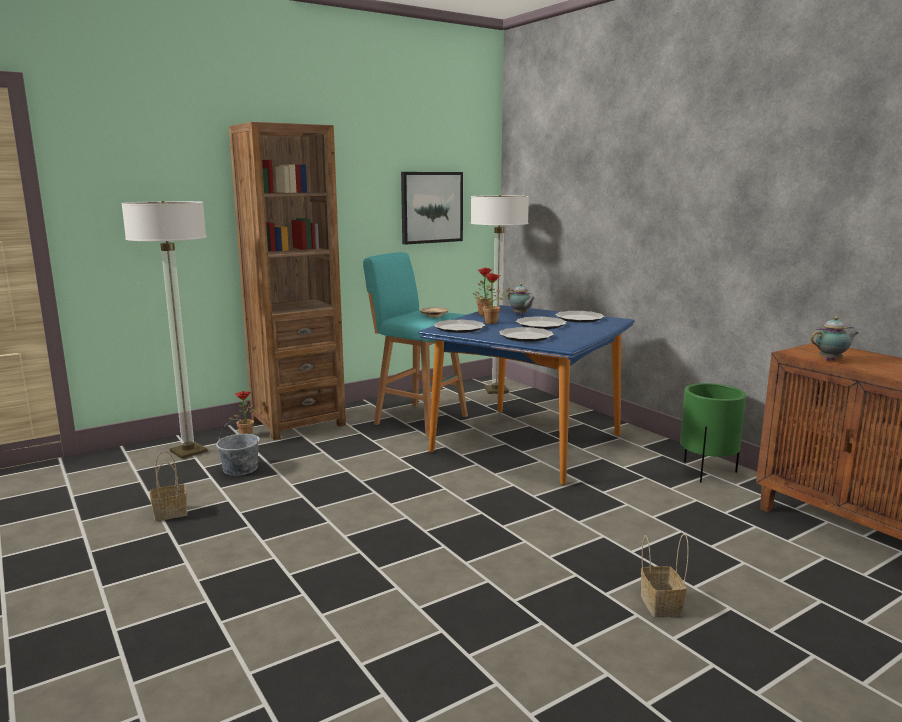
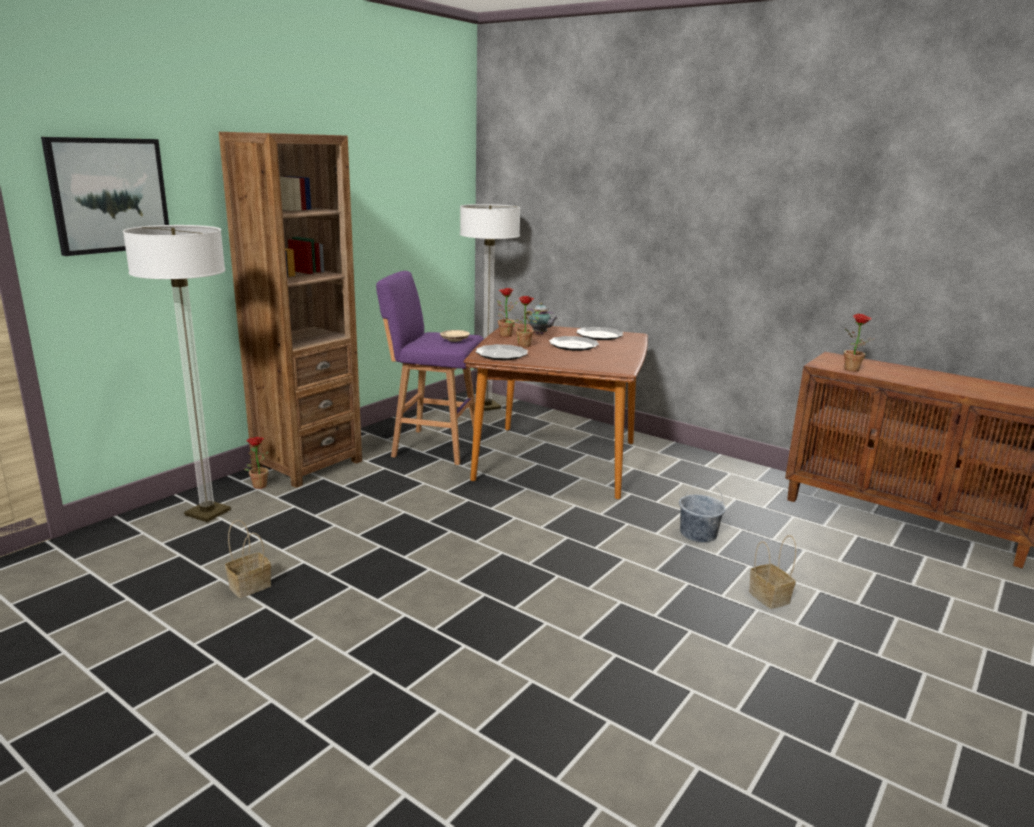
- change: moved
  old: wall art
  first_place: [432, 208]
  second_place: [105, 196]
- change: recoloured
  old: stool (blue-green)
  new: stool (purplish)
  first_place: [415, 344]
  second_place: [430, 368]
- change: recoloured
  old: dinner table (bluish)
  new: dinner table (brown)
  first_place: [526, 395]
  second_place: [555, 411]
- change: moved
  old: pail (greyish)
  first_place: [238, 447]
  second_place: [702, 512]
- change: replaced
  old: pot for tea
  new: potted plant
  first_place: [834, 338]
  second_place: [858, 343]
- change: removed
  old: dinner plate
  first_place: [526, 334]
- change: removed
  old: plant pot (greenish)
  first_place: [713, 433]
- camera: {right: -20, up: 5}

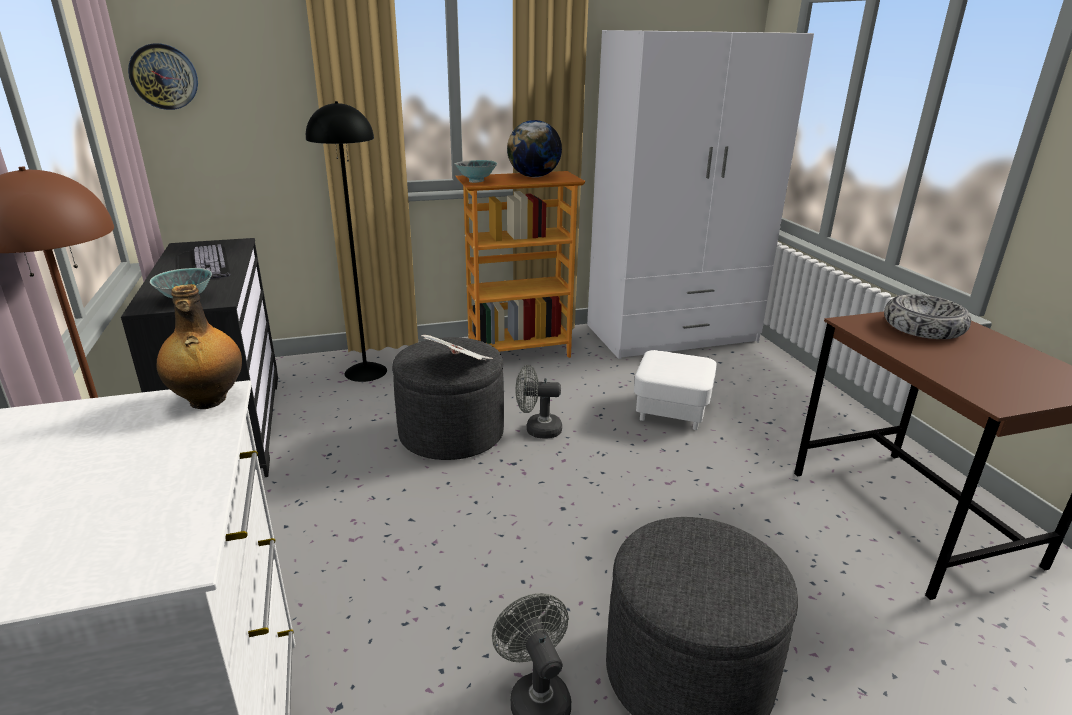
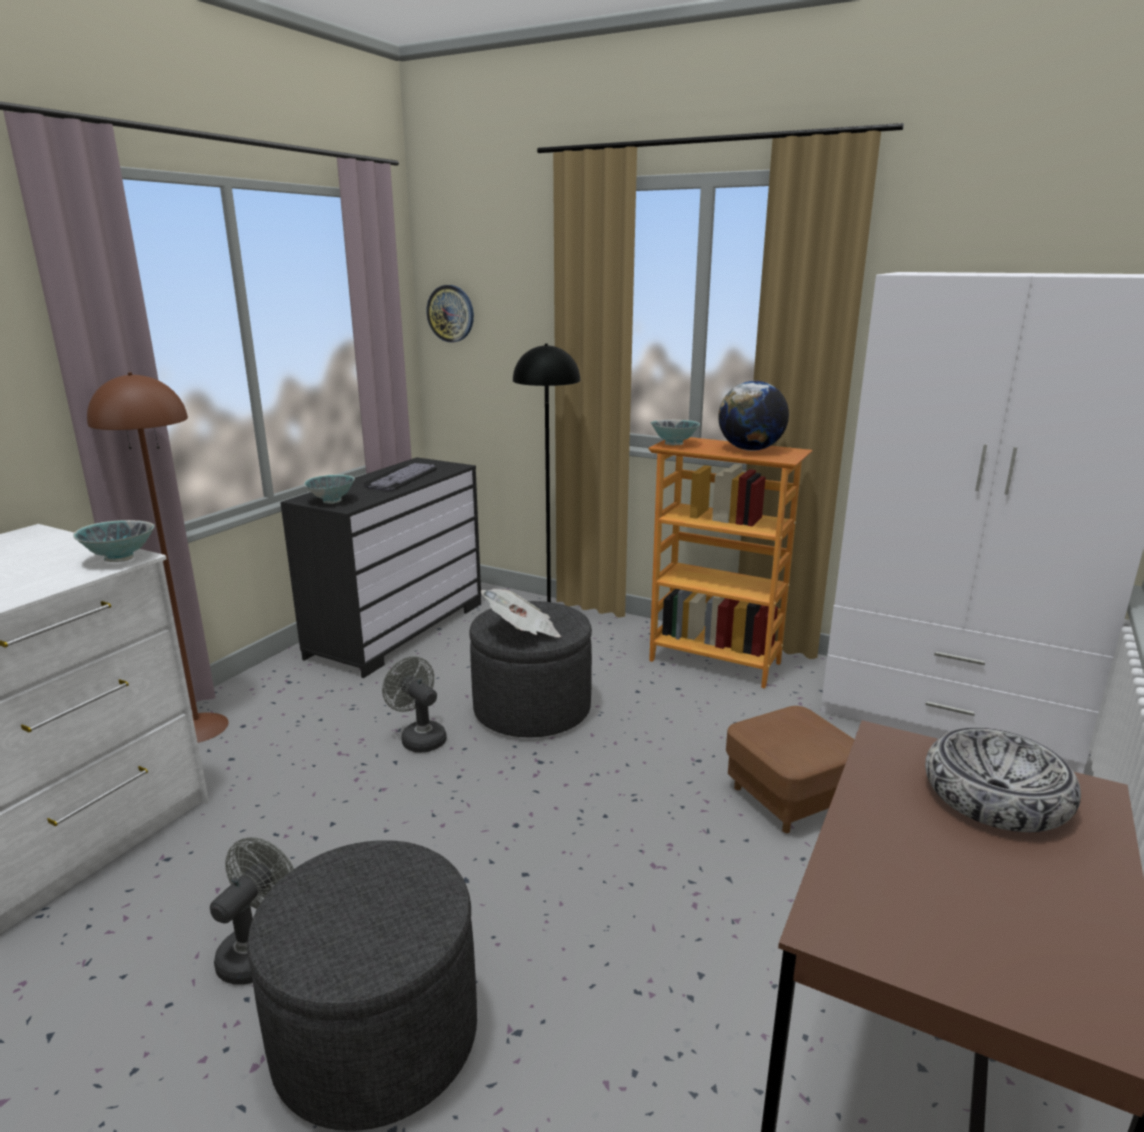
- change: replaced
  old: drink bottle
  new: serving bowl
  first_place: [199, 346]
  second_place: [114, 541]
- change: moved
  old: electric fan (greyish)
  first_place: [539, 402]
  second_place: [414, 704]
- change: recoloured
  old: footrest (white)
  new: footrest (brown)
  first_place: [675, 390]
  second_place: [790, 769]
- camera: {right: 45, up: -5}

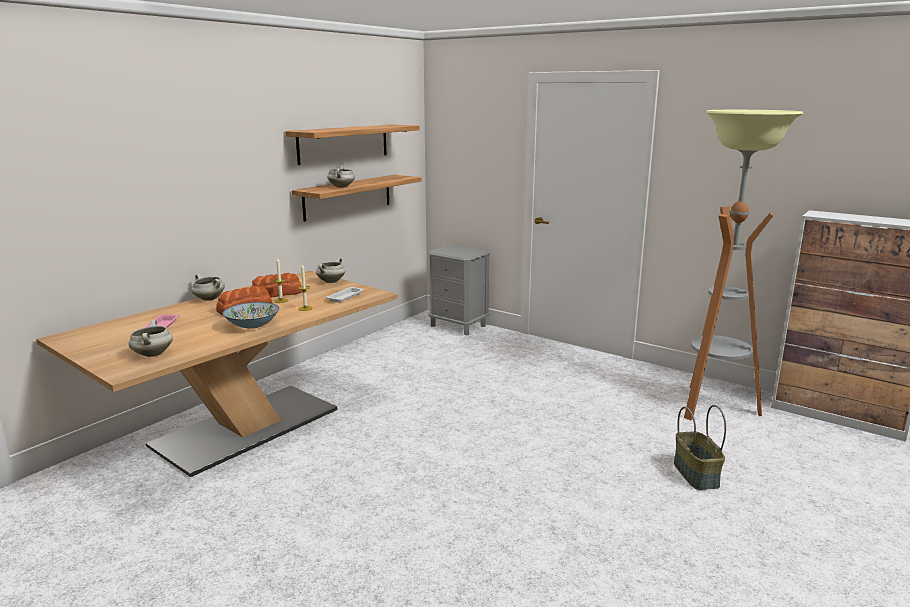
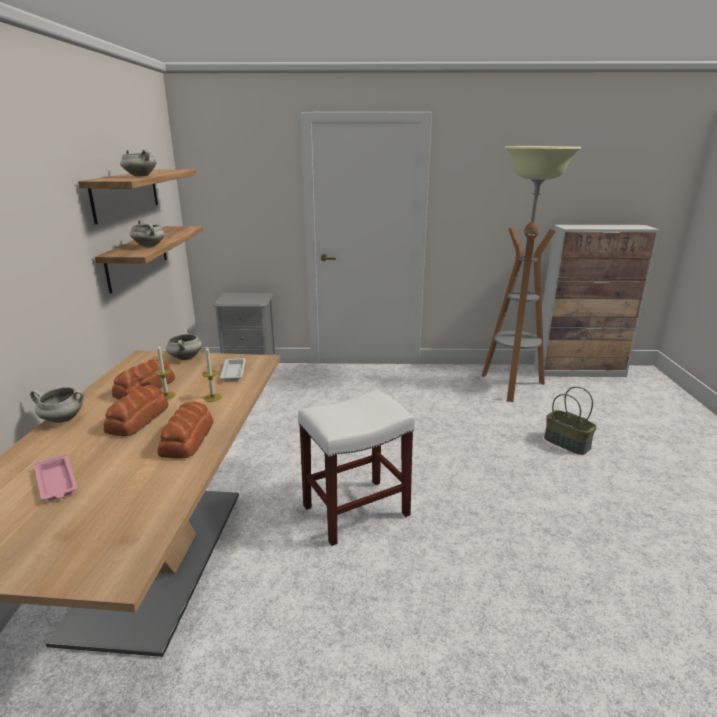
- change: moved
  old: stockpot (white)
  first_place: [151, 338]
  second_place: [138, 163]
- change: replaced
  old: serving bowl
  new: bakery bread
  first_place: [251, 315]
  second_place: [185, 430]
- change: added
  new: stool (white)
  second_place: [356, 468]
- camera: {right: -35, up: 5}

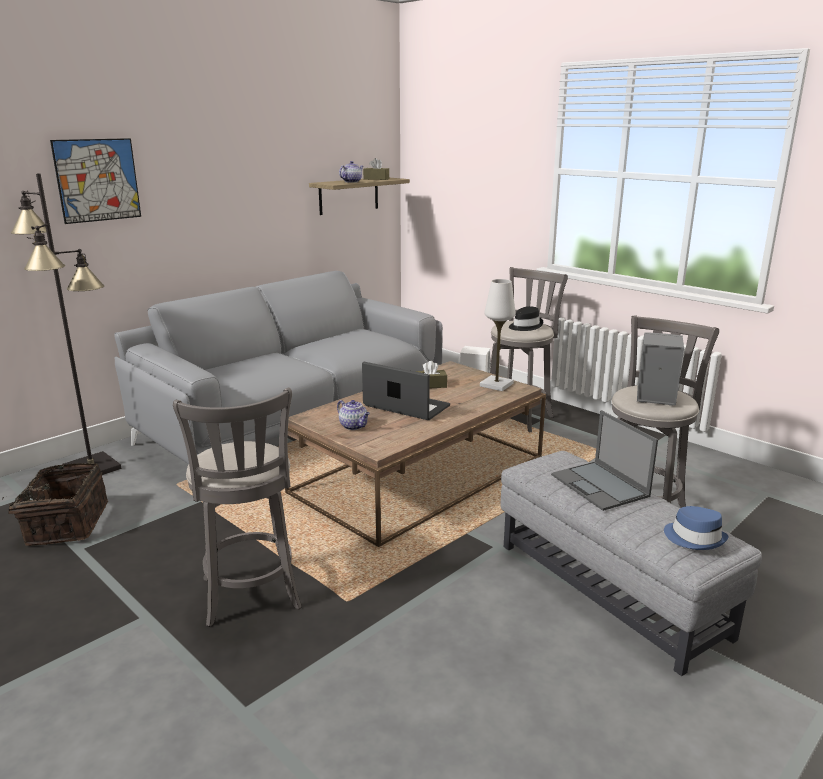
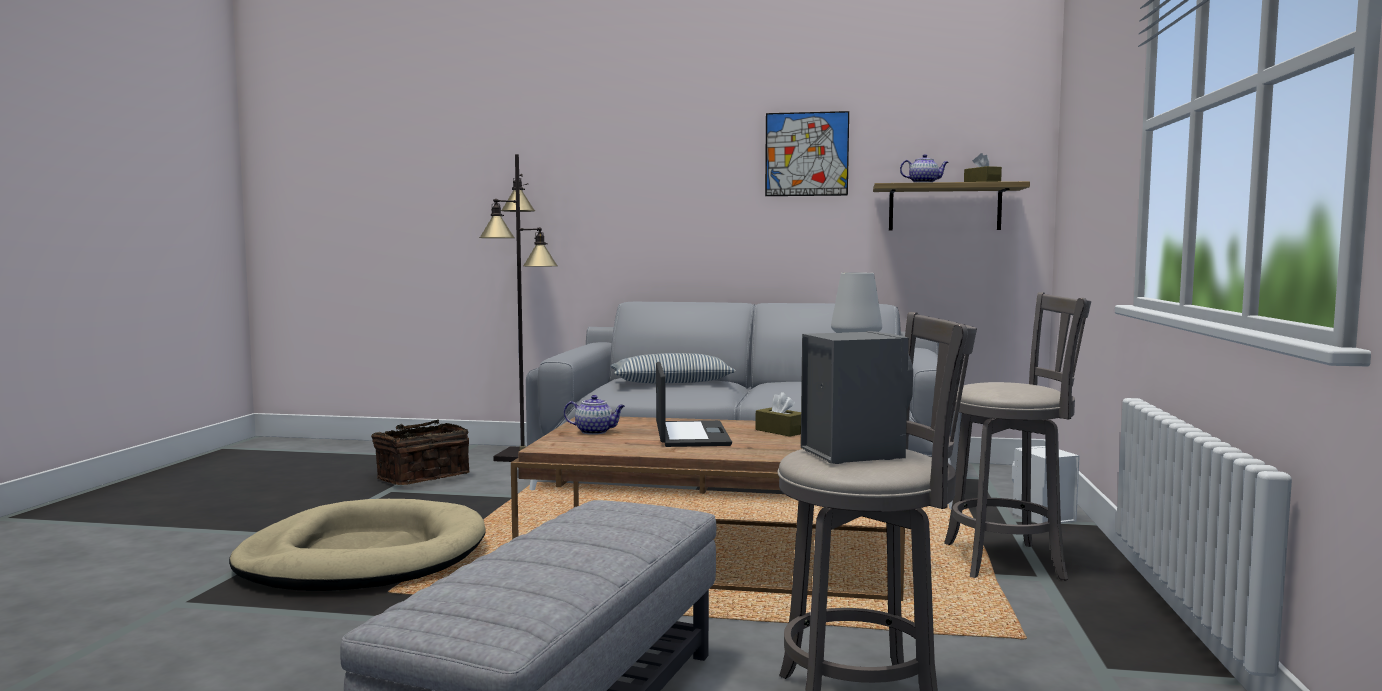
- change: replaced
  old: stool (greyish)
  new: dog cushion (sand-coloured)
  first_place: [237, 507]
  second_place: [357, 545]
- change: turned
  old: pot for tea
  first_place: [353, 415]
  second_place: [594, 415]
  degrees: -90
- change: added
  new: throw pillow
  second_place: [673, 368]
- change: moved
  old: wall art
  first_place: [95, 181]
  second_place: [807, 153]
- change: removed
  old: hat (black)
  first_place: [526, 318]
- change: removed
  old: portable computer
  first_place: [604, 460]
- change: removed
  old: hat (bluish)
  first_place: [696, 528]
- camera: {right: 55, up: -15}

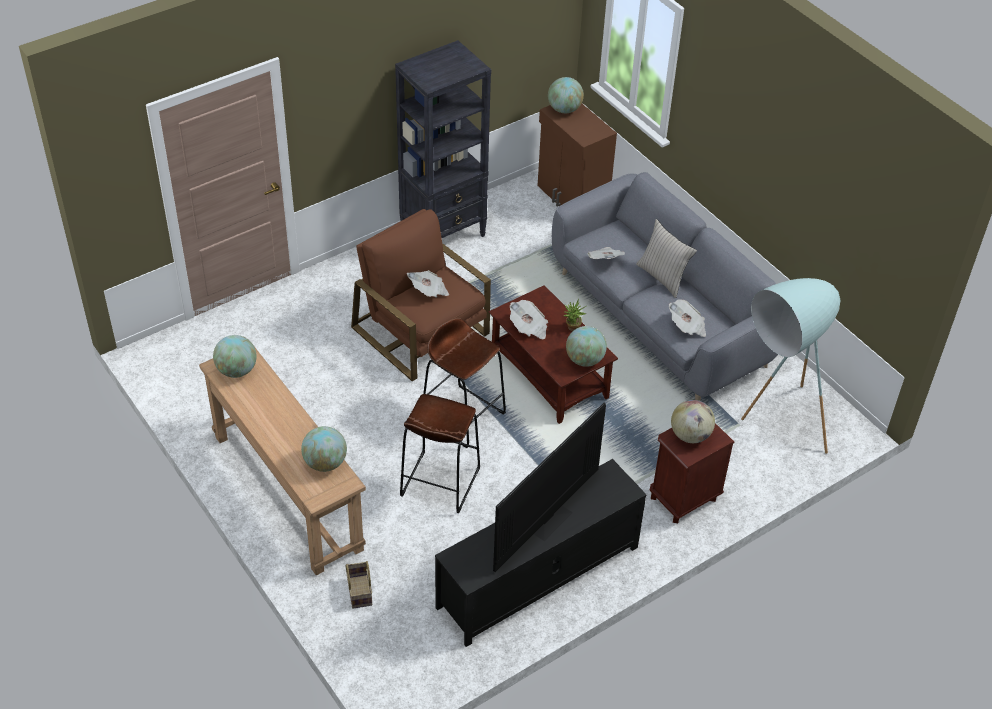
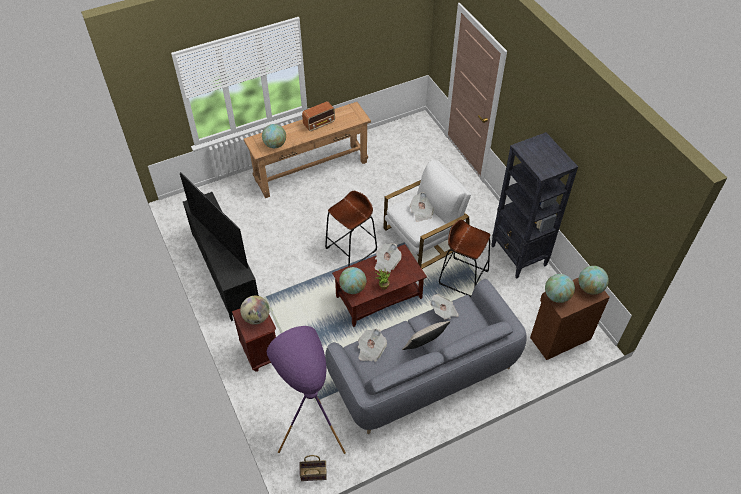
- change: recoloured
  old: floor lamp (blue-green)
  new: floor lamp (purplish)
  first_place: [790, 366]
  second_place: [306, 390]
- change: moved
  old: basket
  first_place: [359, 585]
  second_place: [313, 468]
- change: added
  new: radio set
  second_place: [318, 116]
- change: recoloured
  old: easy chair (brown)
  new: easy chair (white)
  first_place: [421, 295]
  second_place: [427, 214]
- change: moved
  old: stool (brown)
  first_place: [440, 453]
  second_place: [464, 258]
- change: moved
  old: world globe
  first_place: [235, 356]
  second_place: [560, 288]
- camera: {right: 100, up: 5}

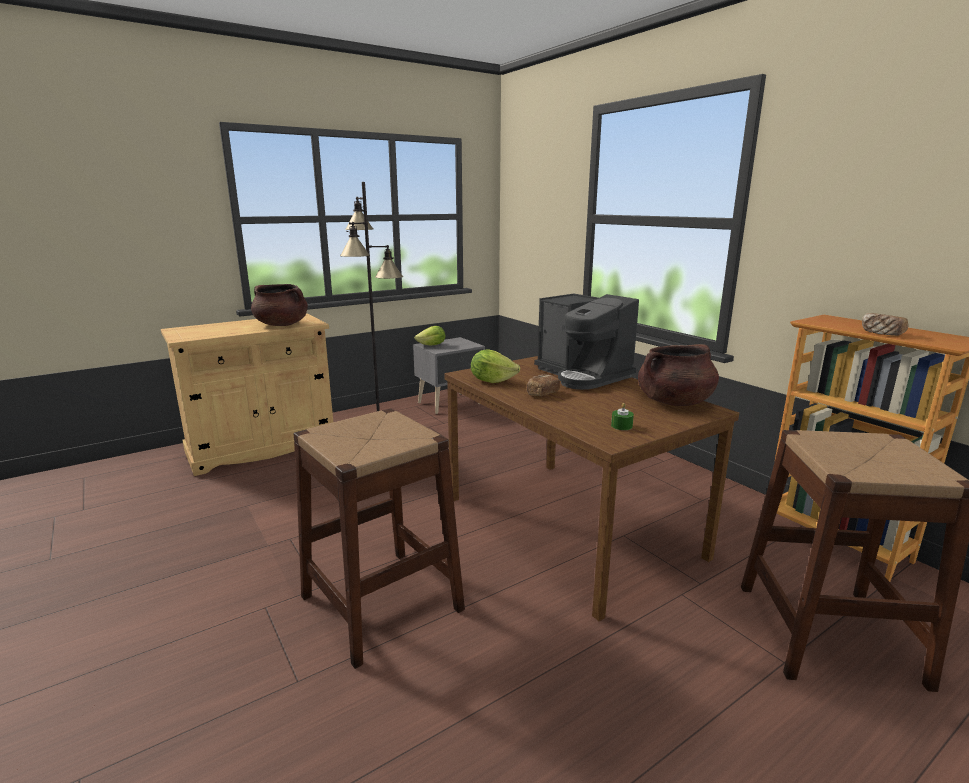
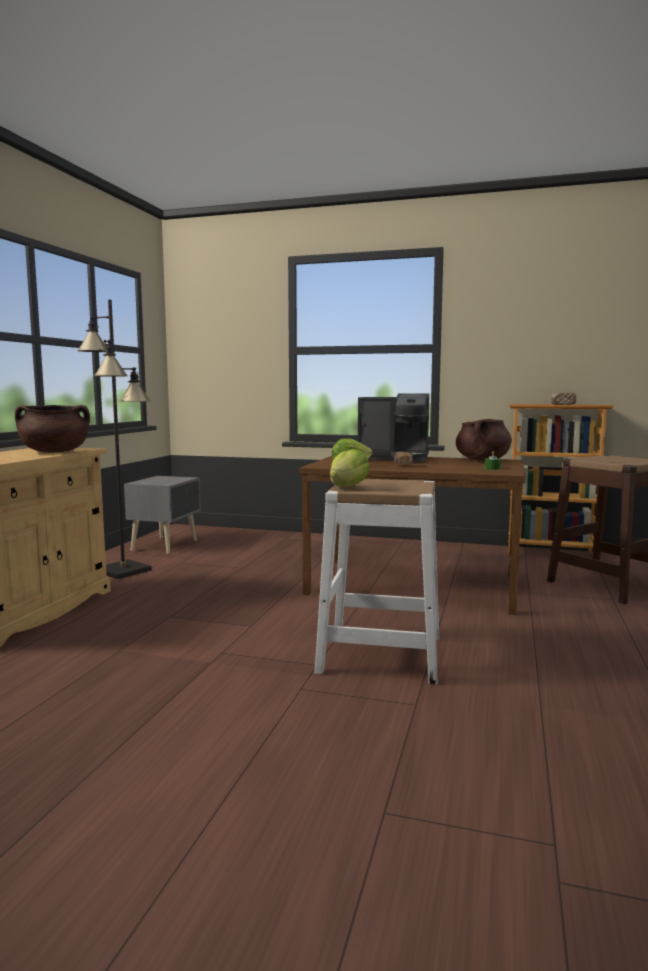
- change: recoloured
  old: stool (brown)
  new: stool (white)
  first_place: [379, 538]
  second_place: [376, 581]
- change: moved
  old: lettuce head
  first_place: [430, 336]
  second_place: [350, 468]
- camera: {right: -40, up: -10}

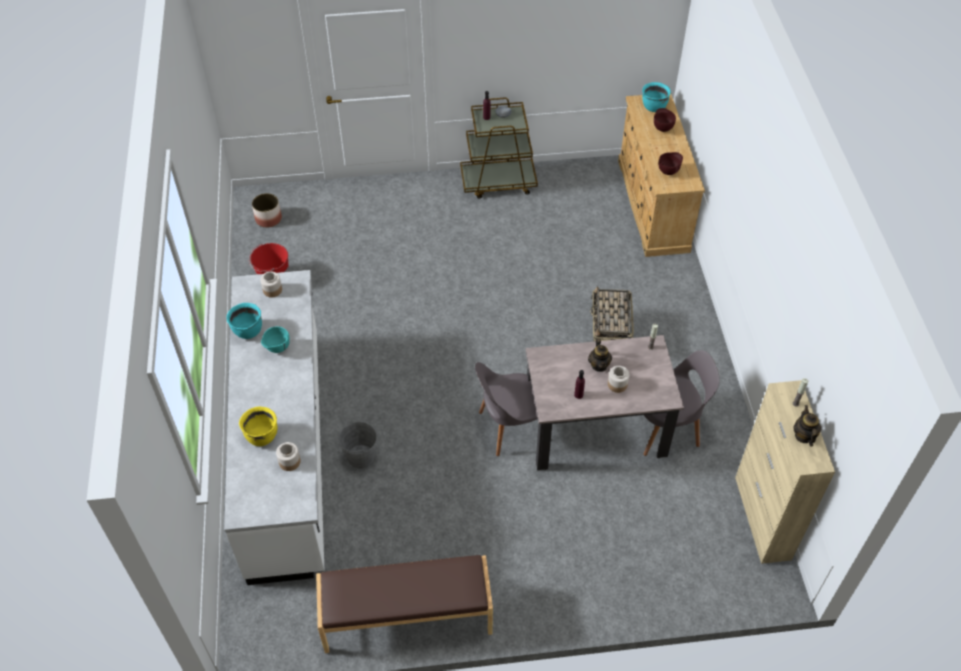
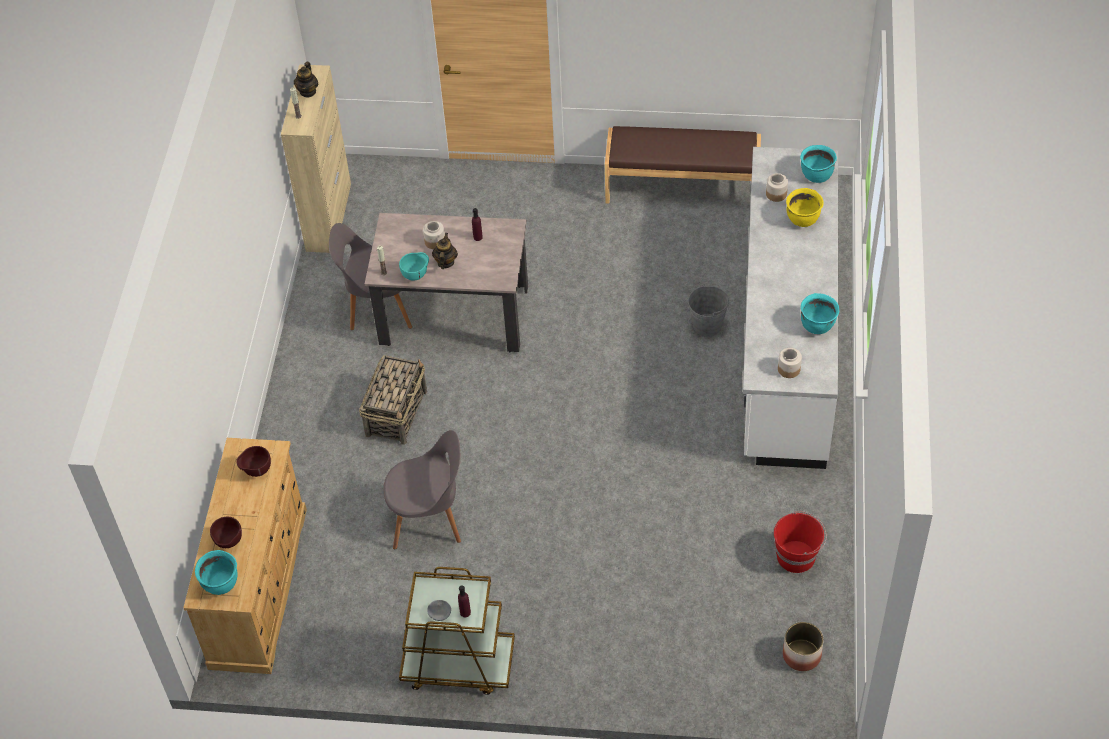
- change: moved
  old: upright chair (greyish)
  first_place: [506, 409]
  second_place: [422, 489]
- change: moved
  old: serving bowl (blue-green)
  first_place: [275, 339]
  second_place: [414, 266]
- change: added
  new: stockpot (blue-green)
  second_place: [818, 164]
- camera: {right: -165, up: 0}

